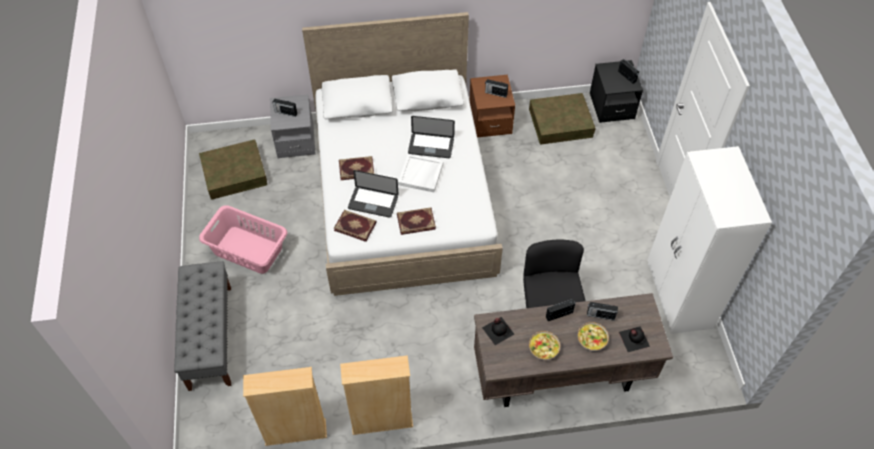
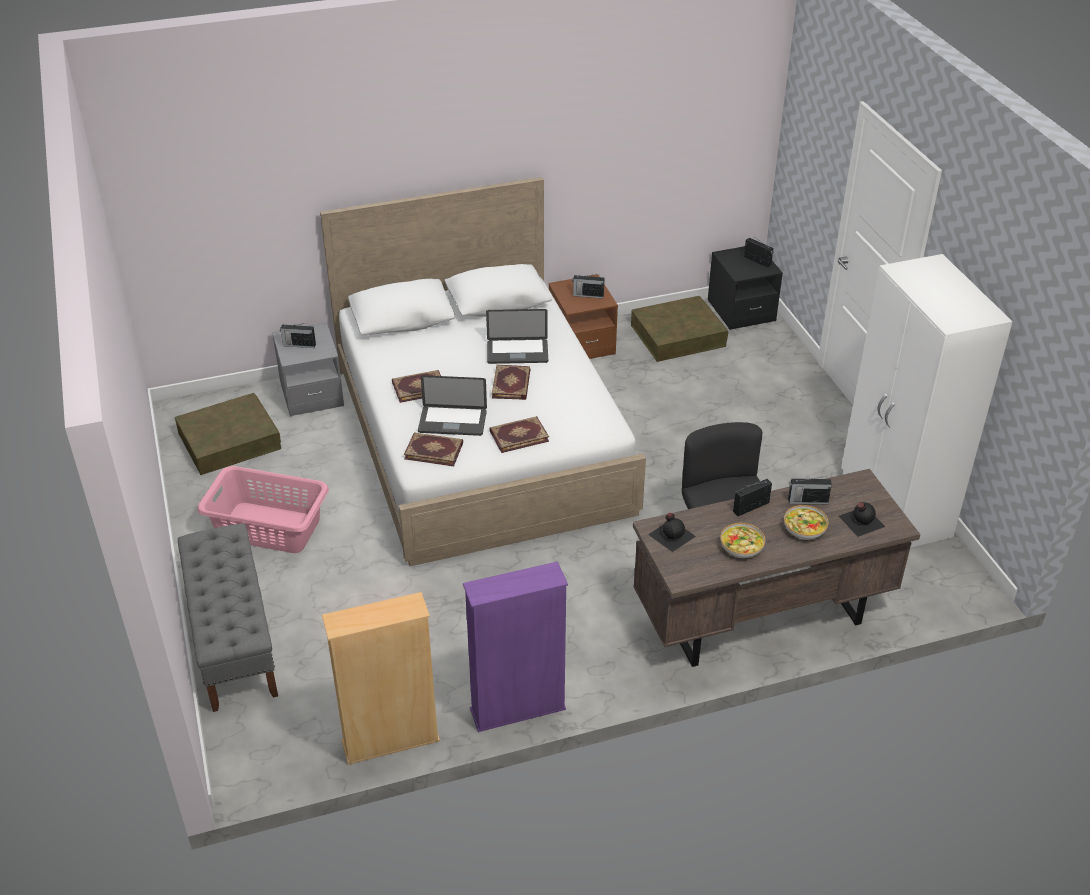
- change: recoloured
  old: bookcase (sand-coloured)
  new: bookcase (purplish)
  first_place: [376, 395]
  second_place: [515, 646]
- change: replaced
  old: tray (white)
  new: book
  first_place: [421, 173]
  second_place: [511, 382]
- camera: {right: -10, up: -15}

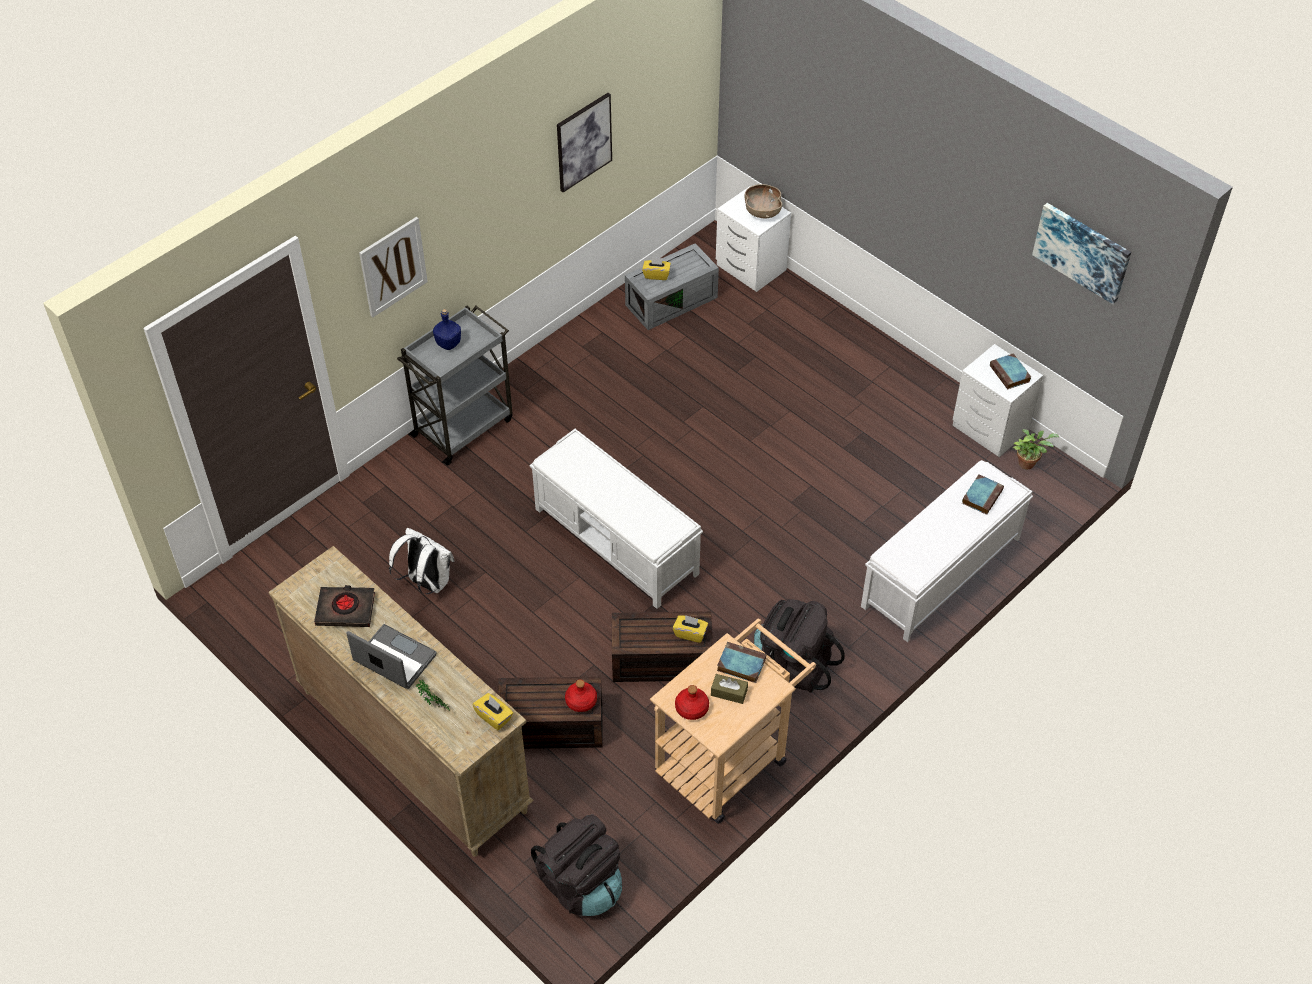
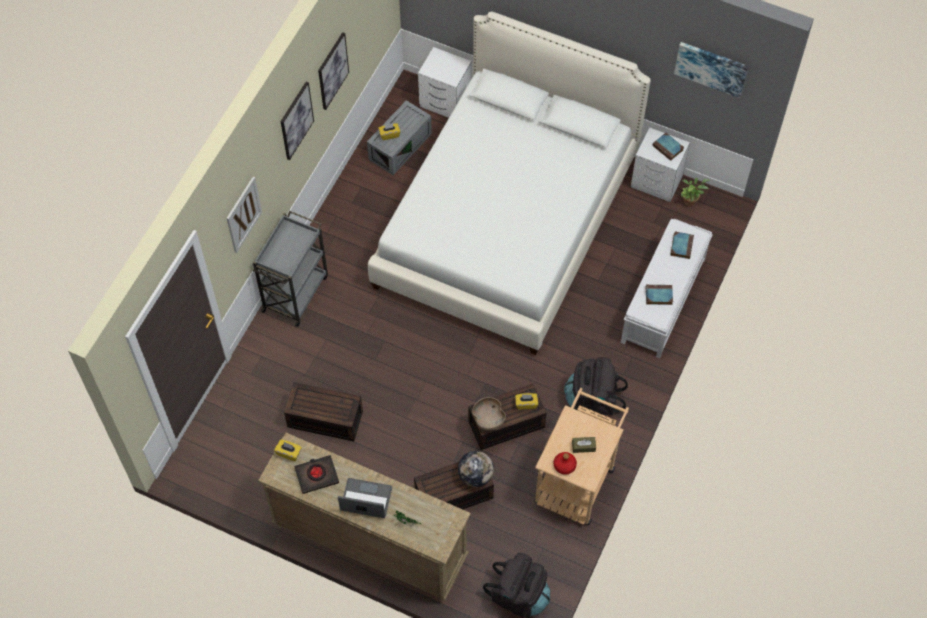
- change: moved
  old: box of tissues (yellow)
  first_place: [493, 711]
  second_place: [288, 450]
- change: added
  new: wall art
  second_place: [297, 121]
- change: replaced
  old: rucksack (white)
  new: storage box (brown)
  first_place: [422, 561]
  second_place: [323, 411]
- change: added
  new: bedroom bed (white)
  second_place: [509, 183]
- change: replaced
  old: drink bottle (red)
  new: world globe
  first_place: [581, 695]
  second_place: [476, 469]
- change: moved
  old: serving bowl (brown)
  first_place: [763, 201]
  second_place: [489, 413]
- change: moved
  old: book
  first_place: [741, 662]
  second_place: [659, 295]
- change: removed
  old: drink bottle (bluish)
  first_place: [447, 329]
- change: removed
  old: indoor bench (white)
  first_place: [616, 519]
- camera: {right: -20, up: 10}

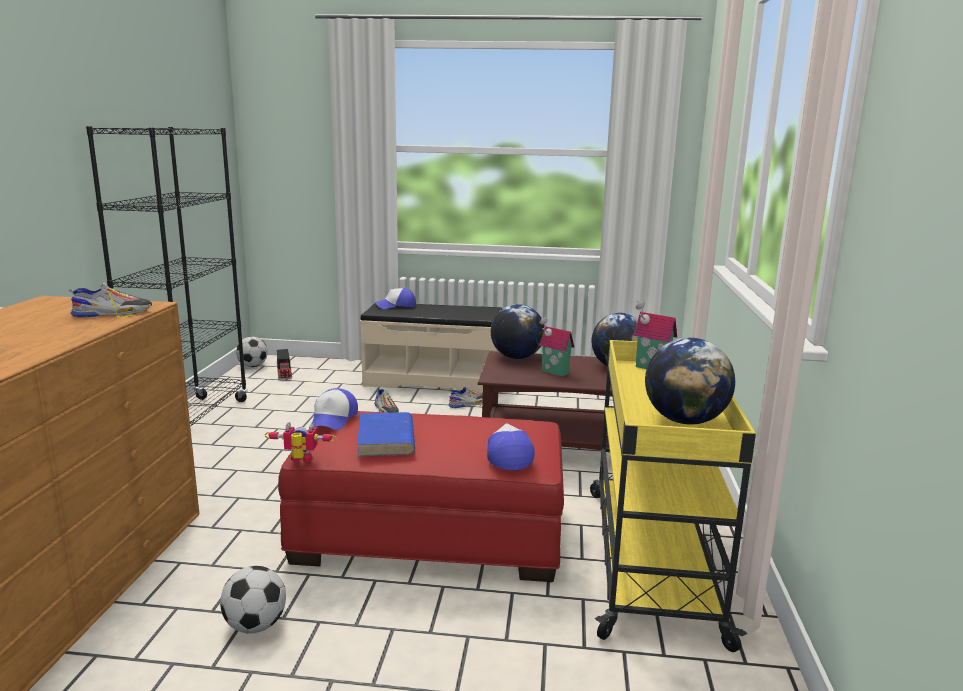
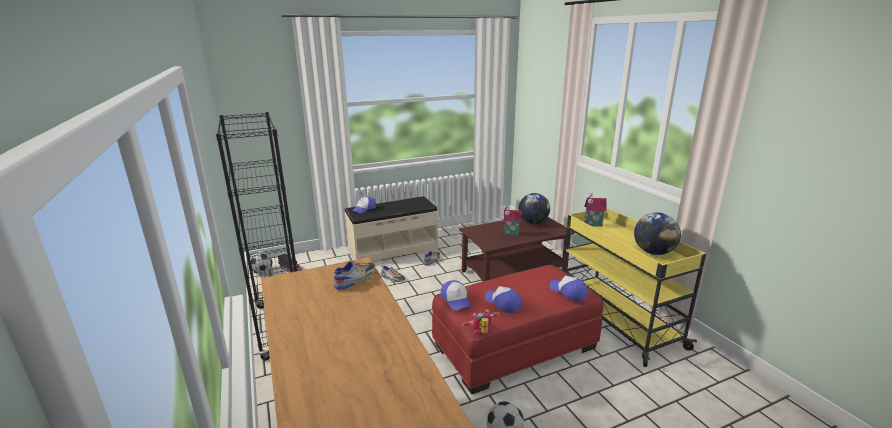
- change: replaced
  old: book (bluish)
  new: baseball cap
  first_place: [386, 434]
  second_place: [503, 299]
- change: removed
  old: world globe
  first_place: [517, 331]
- camera: {right: -30, up: 5}

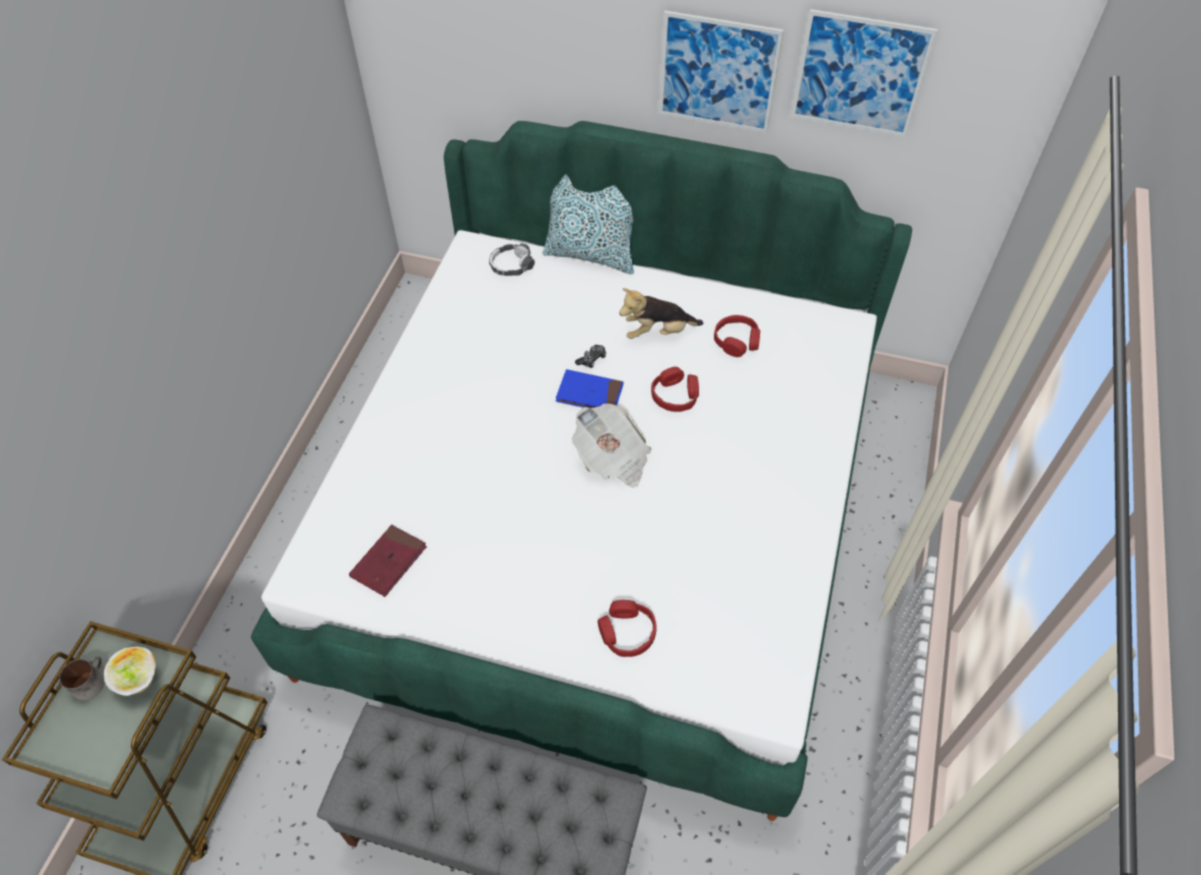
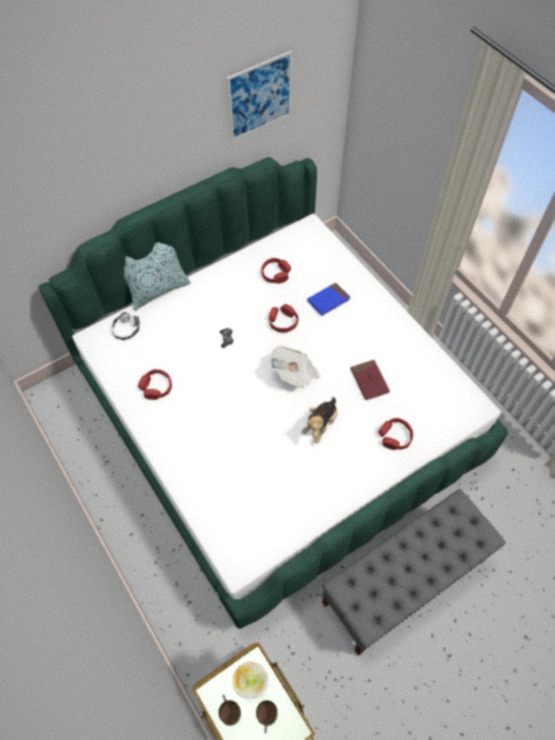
- change: added
  new: headphones (red)
  second_place: [155, 384]
- change: added
  new: mug
  second_place: [267, 716]
- change: moved
  old: soft toy
  first_place: [661, 313]
  second_place: [320, 420]
- change: moved
  old: book (bluish)
  first_place: [590, 388]
  second_place: [328, 299]
- change: moved
  old: book (red)
  first_place: [388, 561]
  second_place: [370, 380]
- change: removed
  old: wall art
  first_place: [721, 72]
- camera: {right: -50, up: 5}

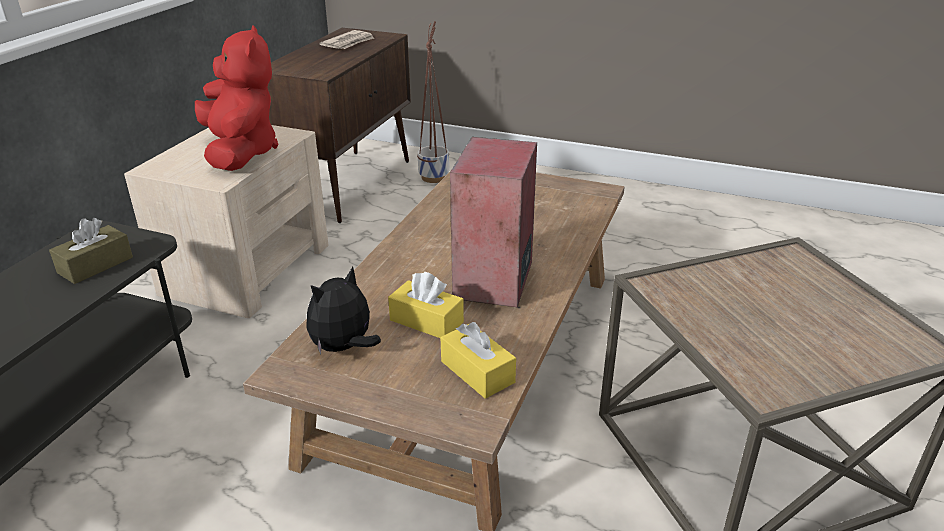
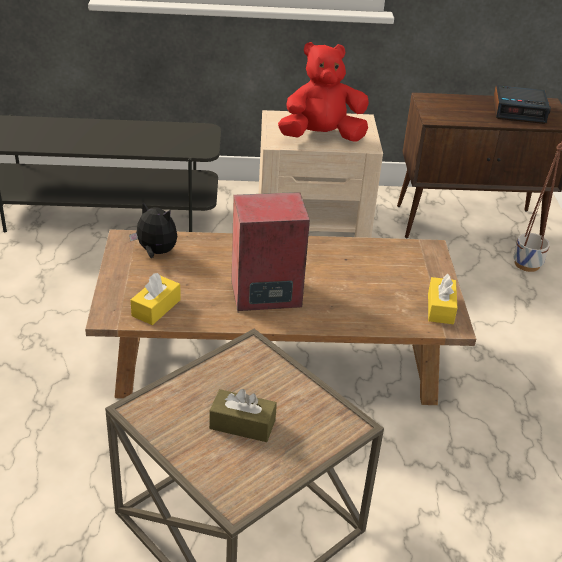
- change: moved
  old: box of tissues (brown)
  first_place: [91, 251]
  second_place: [243, 415]
- change: turned
  old: soft toy (red)
  first_place: [236, 98]
  second_place: [323, 91]
  degrees: -150
- change: moved
  old: box of tissues (yellow)
  first_place: [426, 305]
  second_place: [442, 299]
- change: replaced
  old: daily paper
  new: bedside clock
  first_place: [346, 39]
  second_place: [522, 104]
- camera: {right: 65, up: 5}

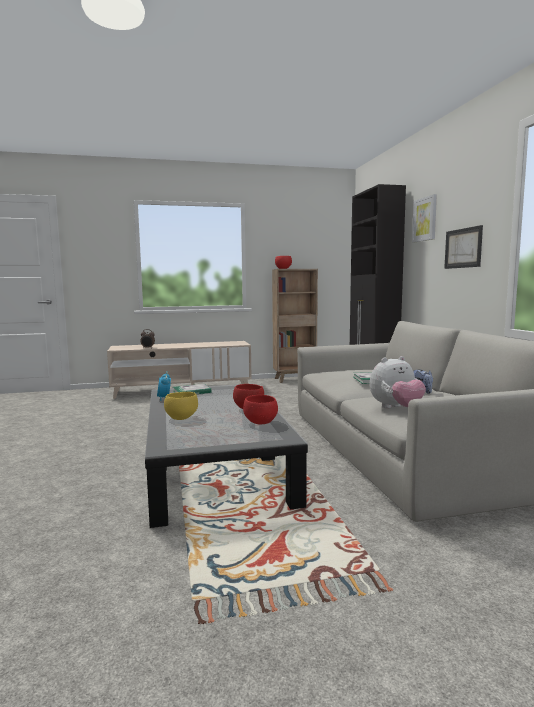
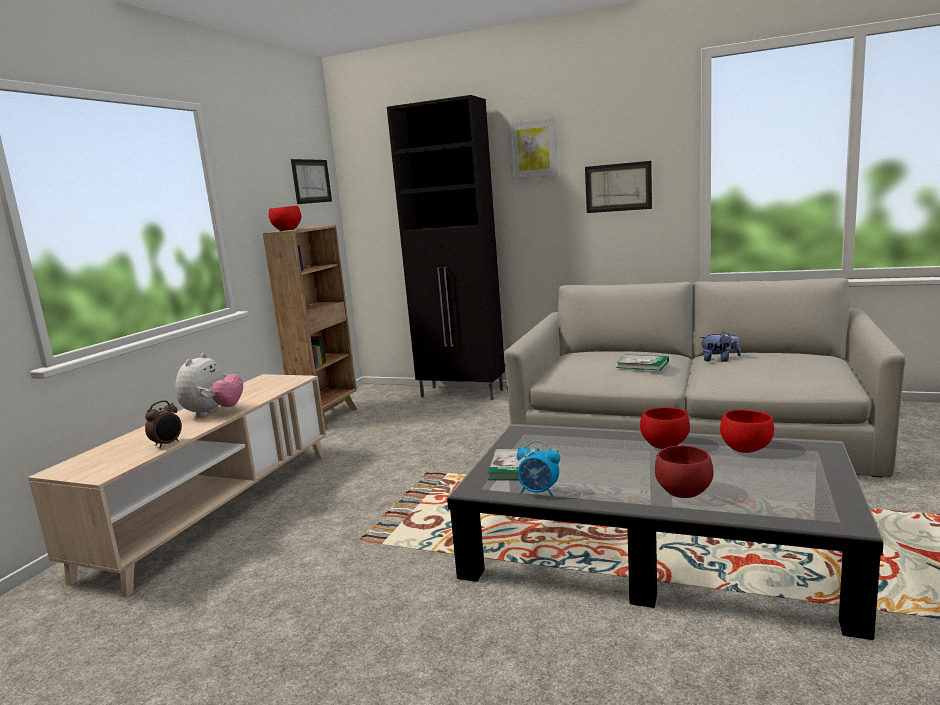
- change: moved
  old: soft toy
  first_place: [398, 382]
  second_place: [209, 385]
- change: added
  new: wall art
  second_place: [311, 181]
- change: recoloured
  old: serving bowl (yellow)
  new: serving bowl (red)
  first_place: [181, 406]
  second_place: [684, 472]
- camera: {right: -55, up: 5}

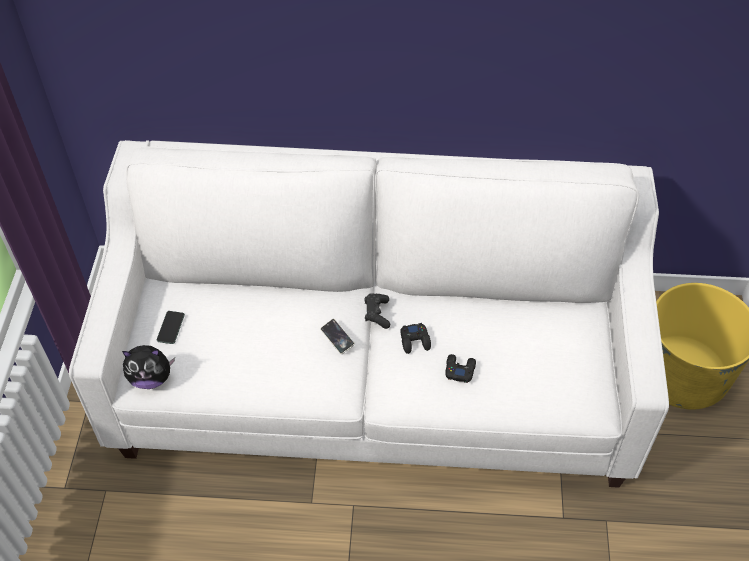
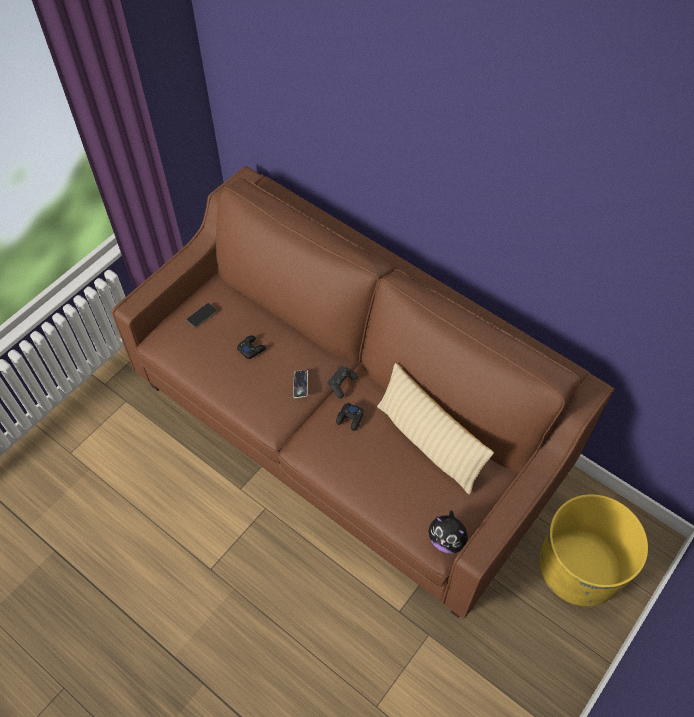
- change: recoloured
  old: settee (white)
  new: settee (brown)
  first_place: [369, 314]
  second_place: [363, 392]
- change: moved
  old: game controller (black)
  first_place: [460, 368]
  second_place: [251, 347]
- change: added
  new: throw pillow (sand-coloured)
  second_place: [435, 429]
- change: moved
  old: soft toy
  first_place: [148, 367]
  second_place: [448, 532]
- camera: {right: 35, up: 5}

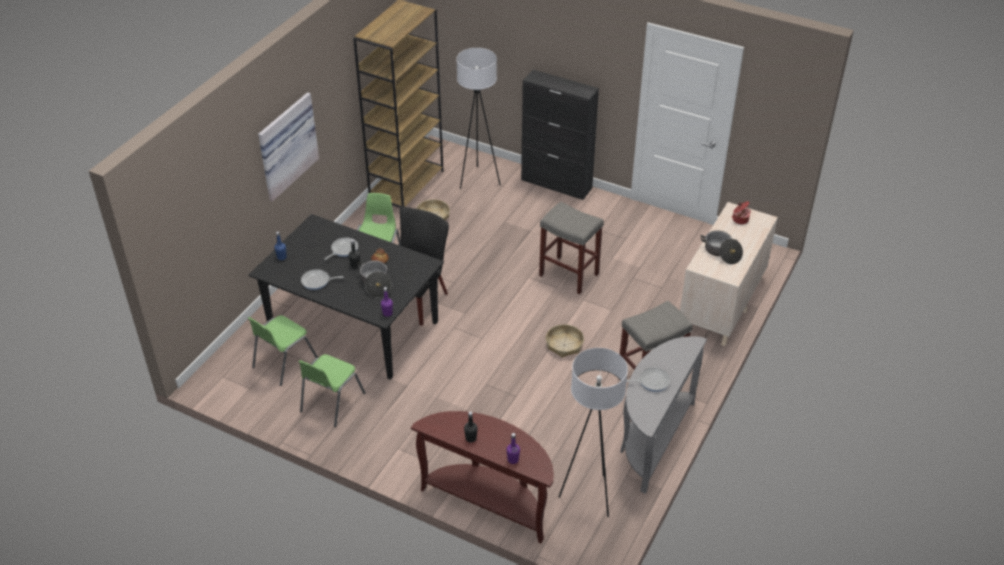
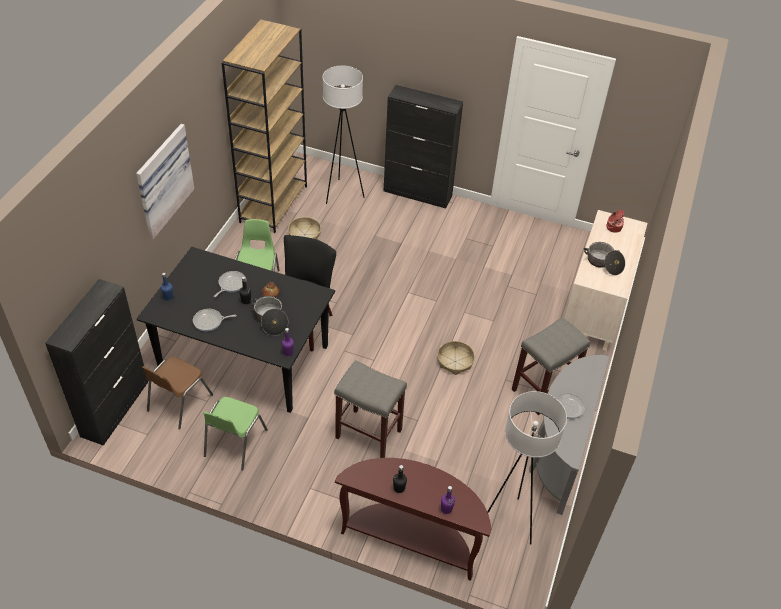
- change: added
  new: cupboard (black)
  second_place: [96, 362]
- change: recoloured
  old: upright chair (greenish)
  new: upright chair (brown)
  first_place: [283, 350]
  second_place: [177, 392]
- change: moved
  old: stool (greyish)
  first_place: [571, 247]
  second_place: [370, 409]
- camera: {right: -10, up: 5}

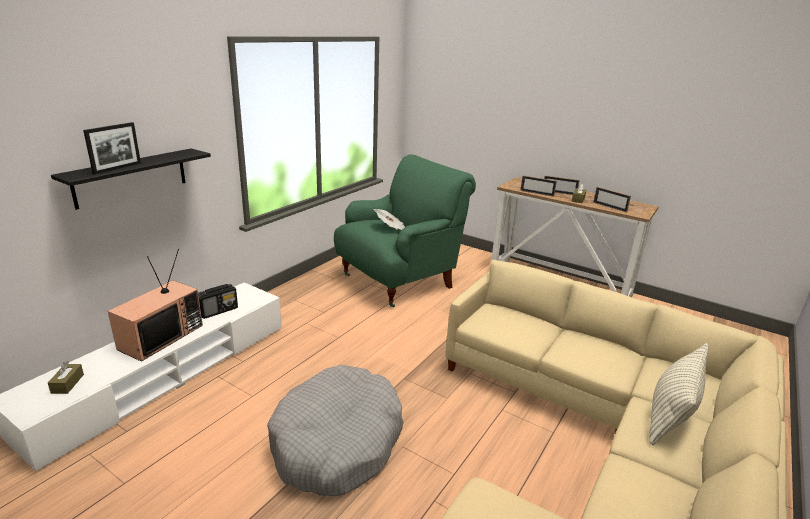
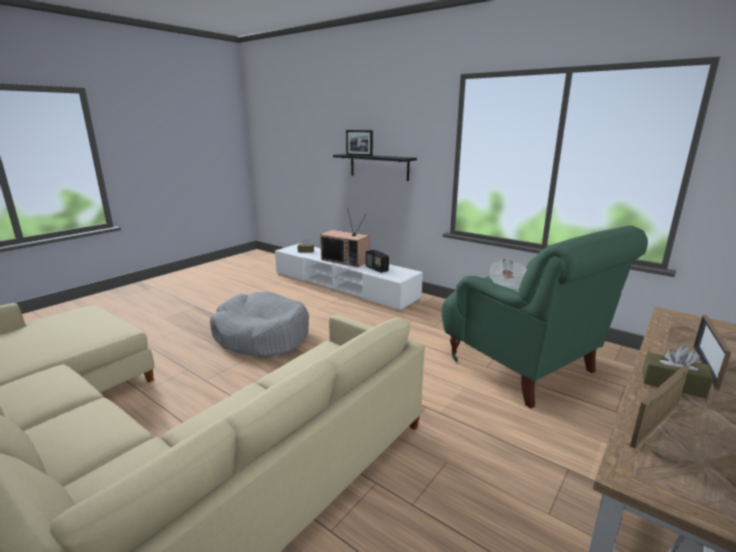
- change: removed
  old: photo frame
  first_place: [538, 186]
- change: removed
  old: throw pillow
  first_place: [679, 394]
- camera: {right: 95, up: -5}

